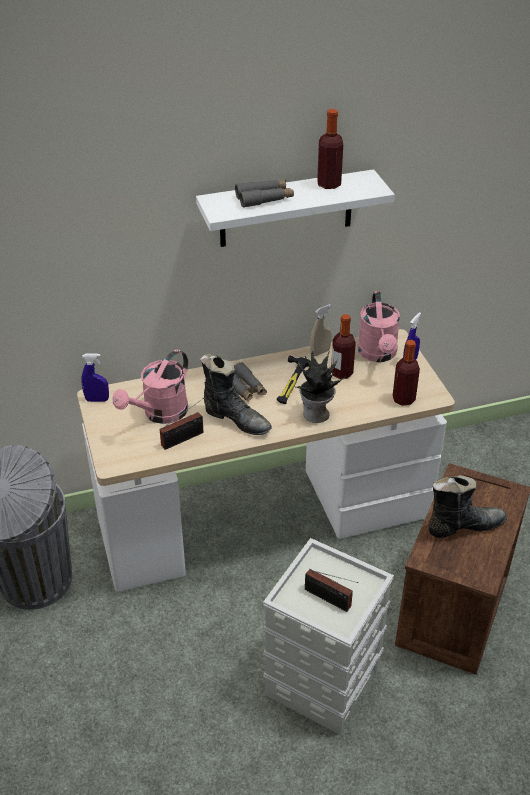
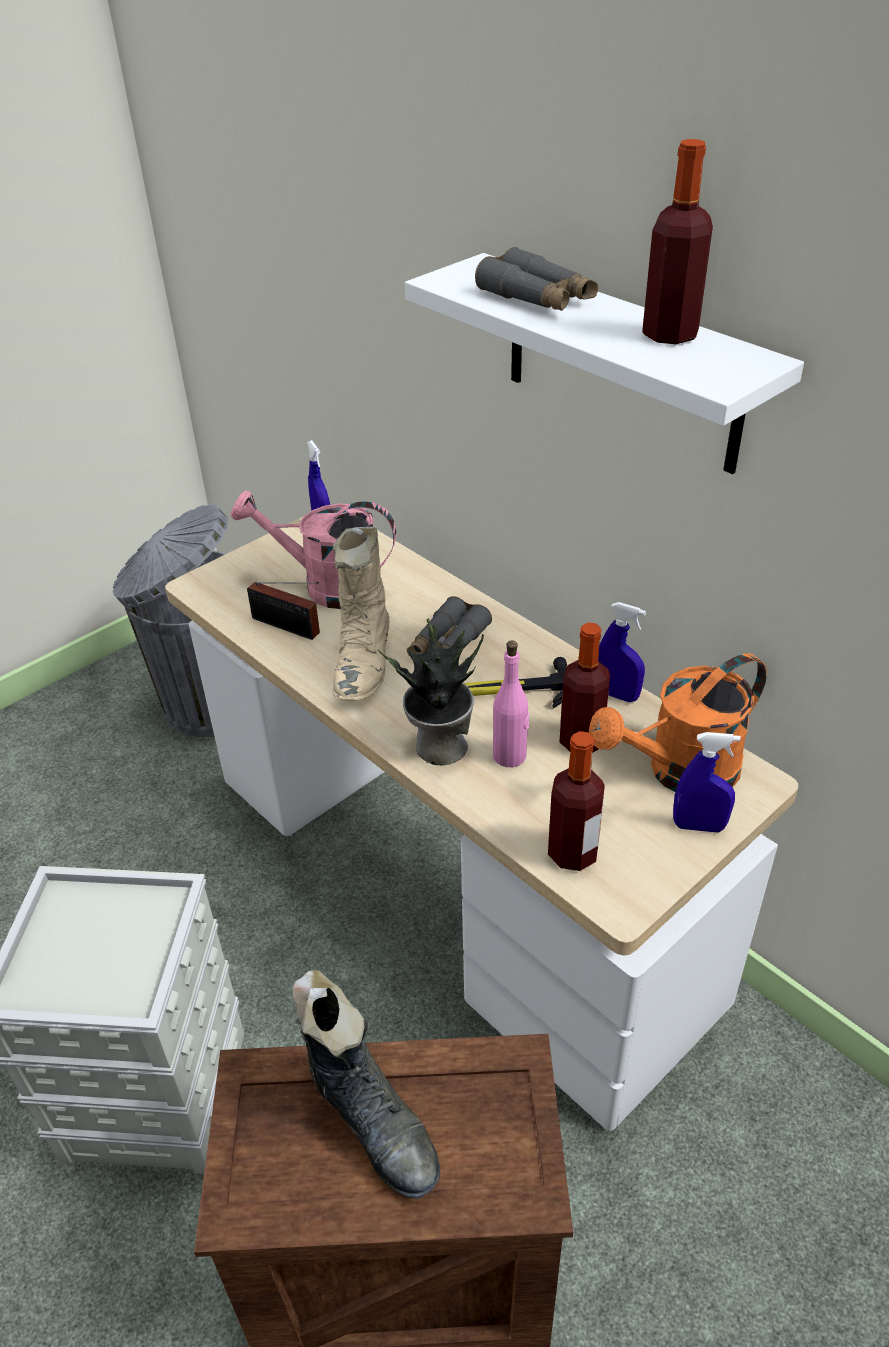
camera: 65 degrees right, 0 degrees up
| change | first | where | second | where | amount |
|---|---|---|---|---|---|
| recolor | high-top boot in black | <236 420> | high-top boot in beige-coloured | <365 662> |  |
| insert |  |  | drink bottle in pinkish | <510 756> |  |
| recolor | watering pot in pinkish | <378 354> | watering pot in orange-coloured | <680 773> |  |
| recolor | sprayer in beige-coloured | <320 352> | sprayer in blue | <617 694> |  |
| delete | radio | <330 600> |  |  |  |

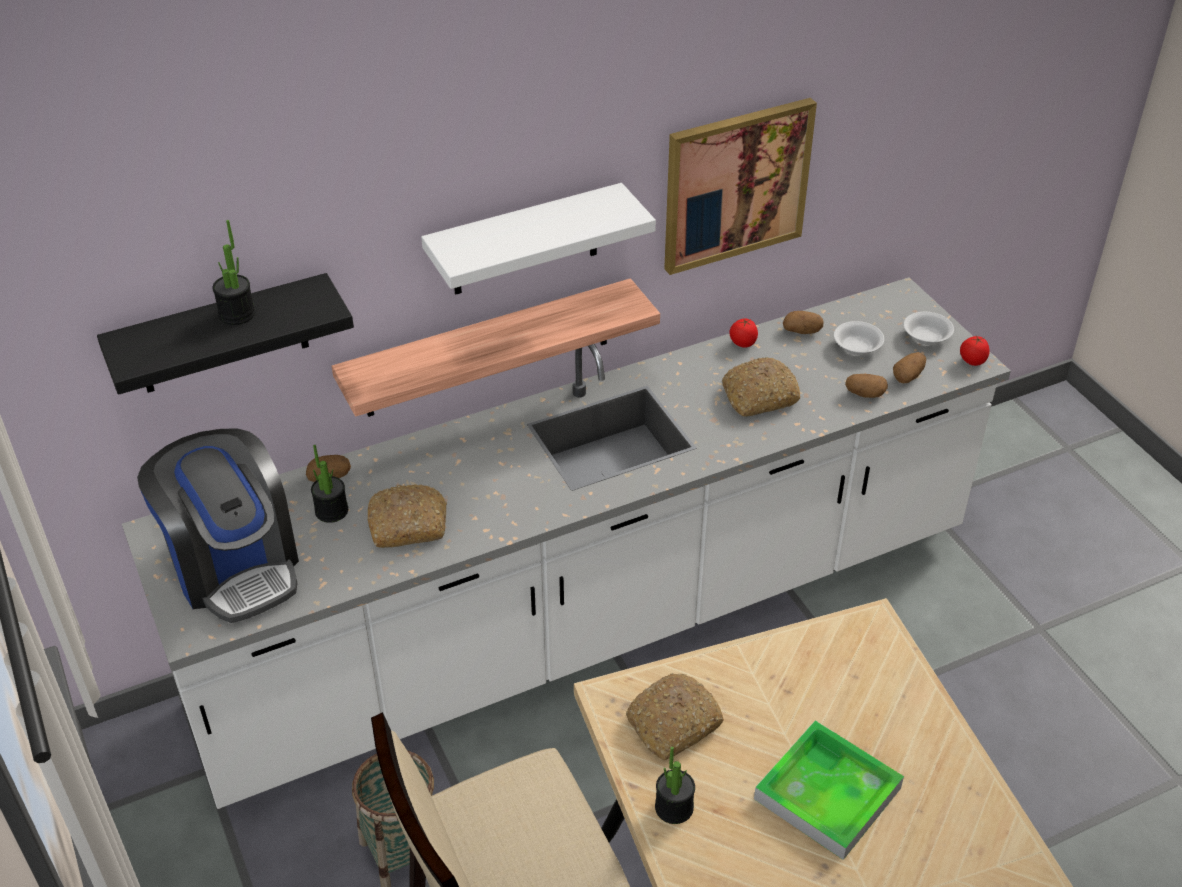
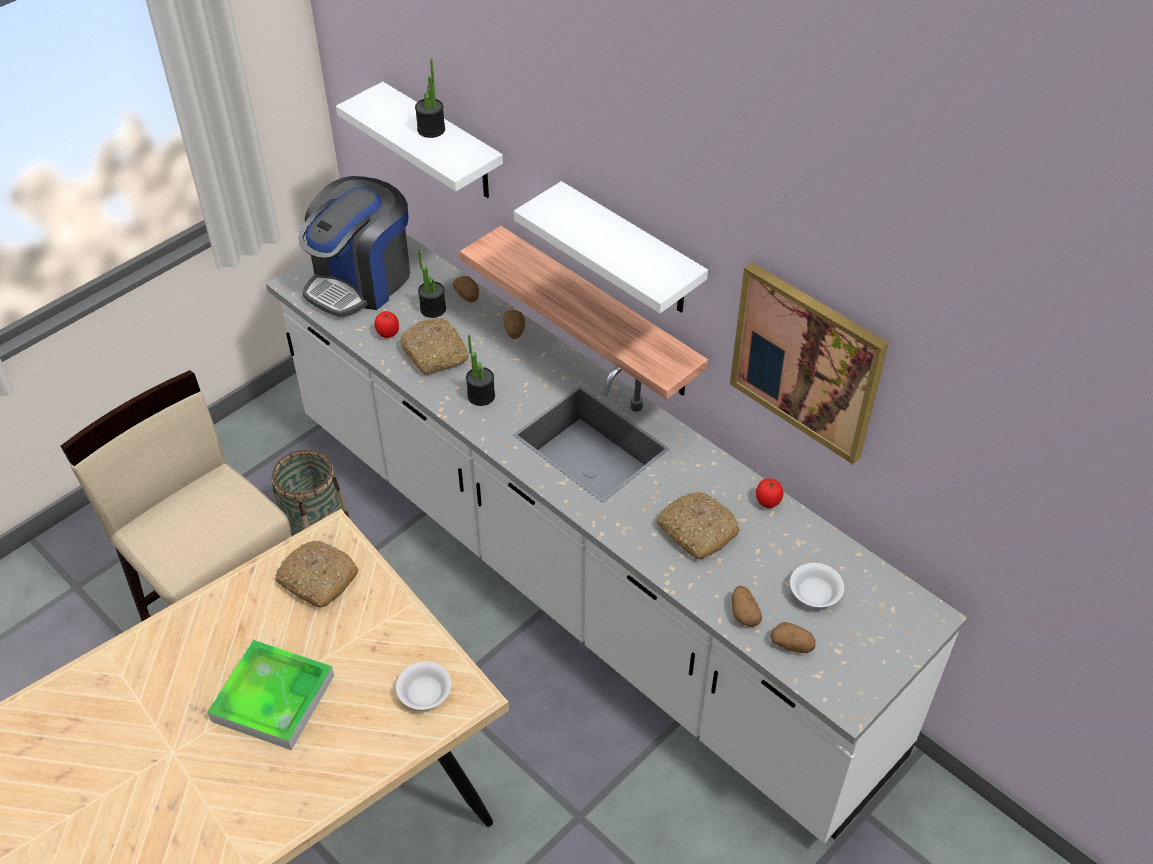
camera: 70 degrees right, 5 degrees up
| change | first | where | second | where | amount |
|---|---|---|---|---|---|
| recolor | wall shelf in black | <222 335> | wall shelf in white-coloured | <443 143> |  |
| move | fresh tomato | <972 361> |  | <388 333> |  |
| move | bowl in white-coloured | <925 337> |  | <424 692> |  |
| move | potted plant | <674 807> |  | <481 396> |  |
| move | spud | <802 331> |  | <514 331> |  |

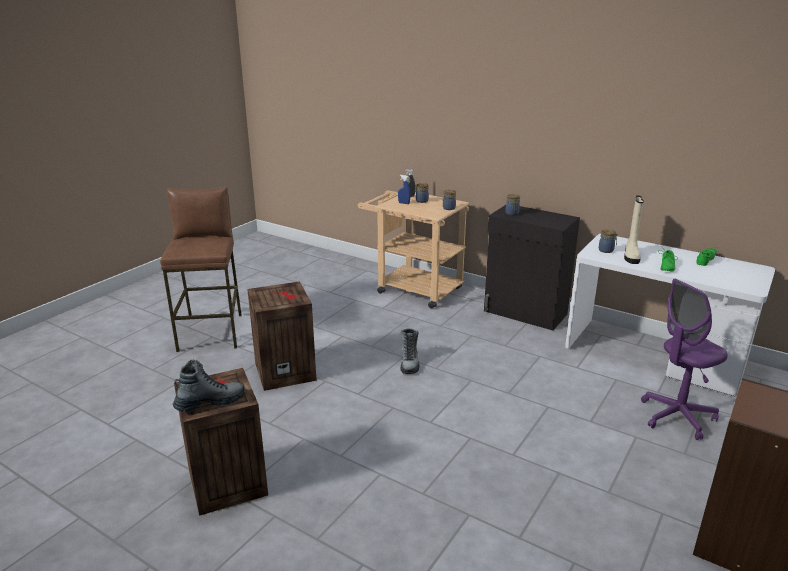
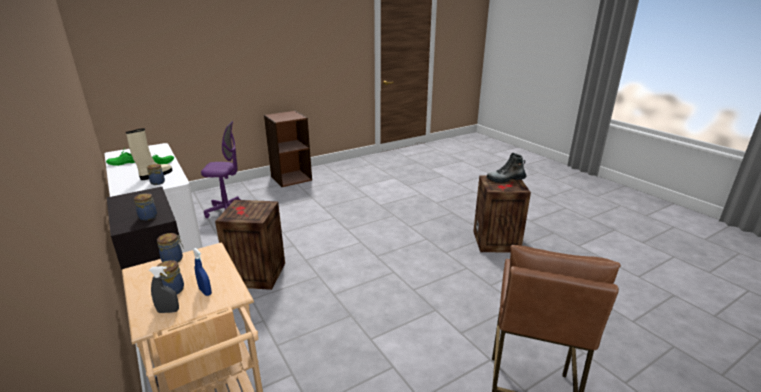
camera: 155 degrees left, 0 degrees up
| change | first | where | second | where | amount |
|---|---|---|---|---|---|
| move | packing crate | <286 371> |  | <256 275> |  |
| delete | high-top boot | <409 363> |  |  |  |

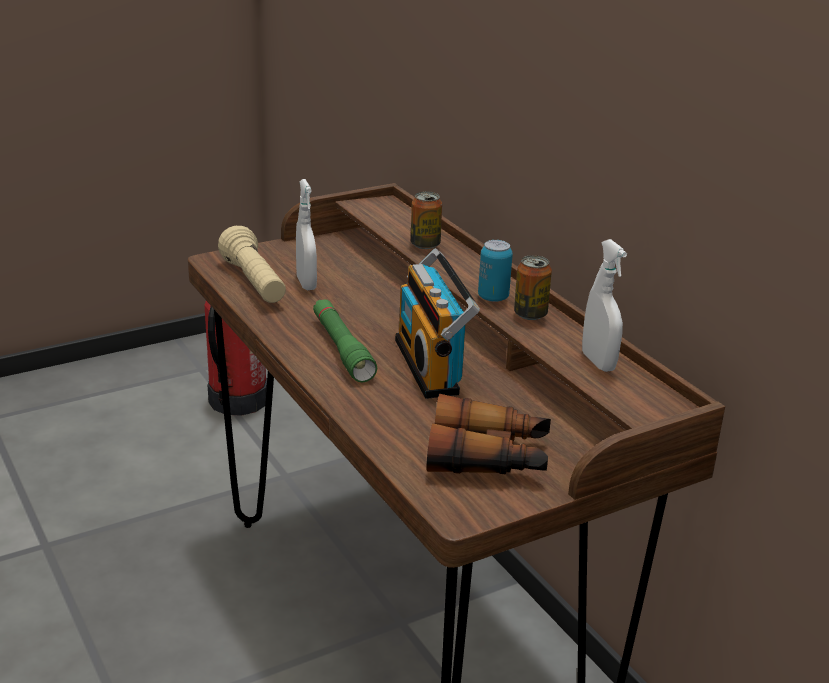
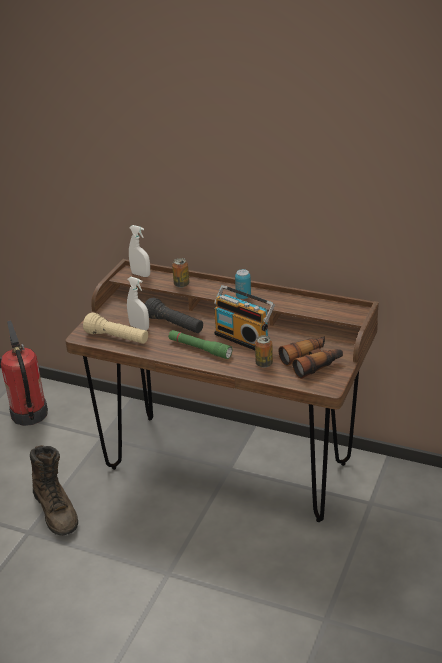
camera: 35 degrees left, 5 degrees up
| change | first | where | second | where | amount |
|---|---|---|---|---|---|
| insert |  |  | high-top boot in brown-coloured | <56 511> |  |
| move | sprayer in white-coloured | <598 362> |  | <141 274> |  |
| insert |  |  | flashlight in black | <174 325> |  |
| move | can | <530 314> |  | <264 363> |  |

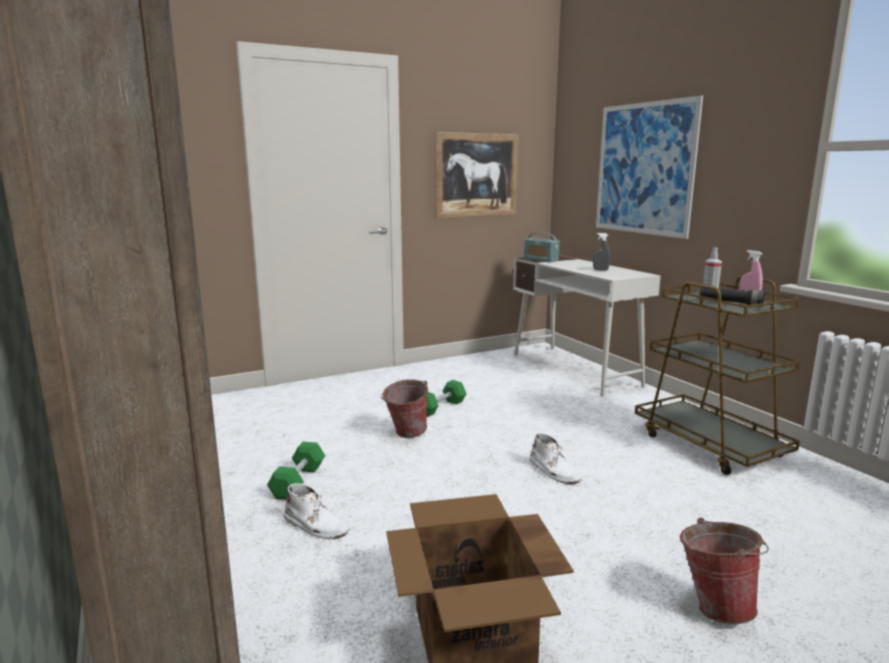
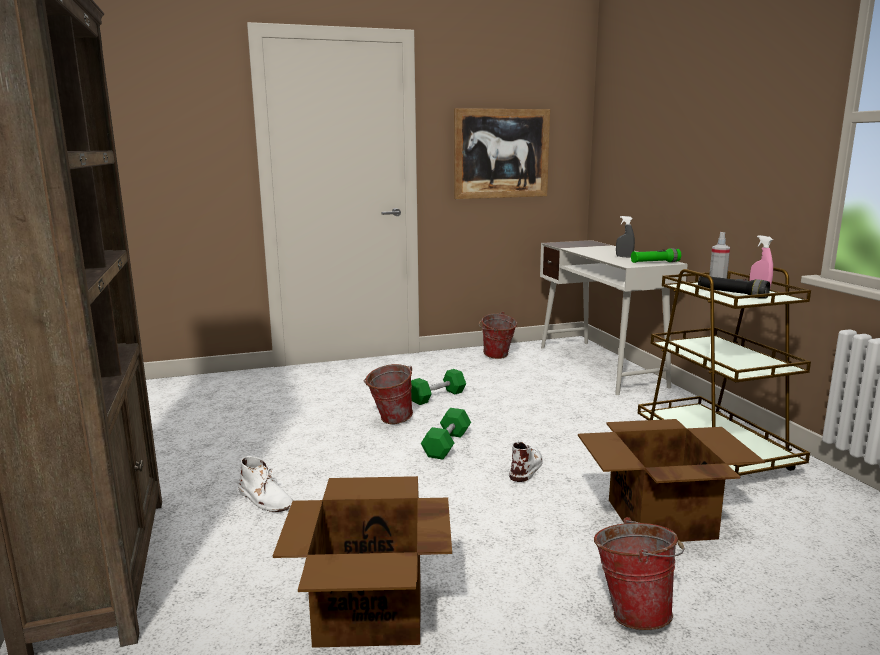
camera: 10 degrees right, 0 degrees up
| change | first | where | second | where | amount |
|---|---|---|---|---|---|
| move | hand weight in green | <298 482> |  | <446 444> |  |
| insert |  |  | water bucket | <497 357> |  |
| rotate | high-top boot in white-coloured | <554 471> |  | <526 467> | 135 degrees counterclockwise |
| insert |  |  | carton | <658 518> |  |
| insert |  |  | flashlight in green | <655 262> |  |
| delete | radio | <541 260> |  |  |  |
| delete | picture | <644 169> |  |  |  |

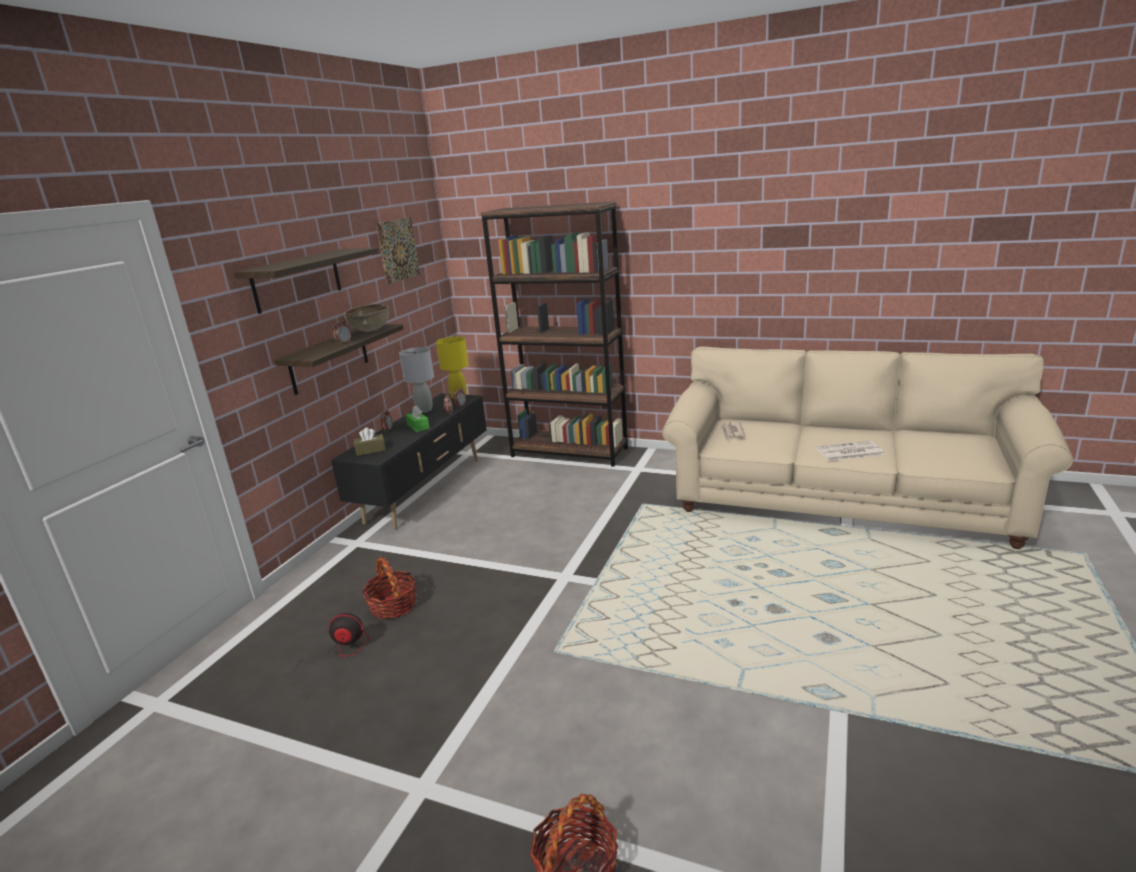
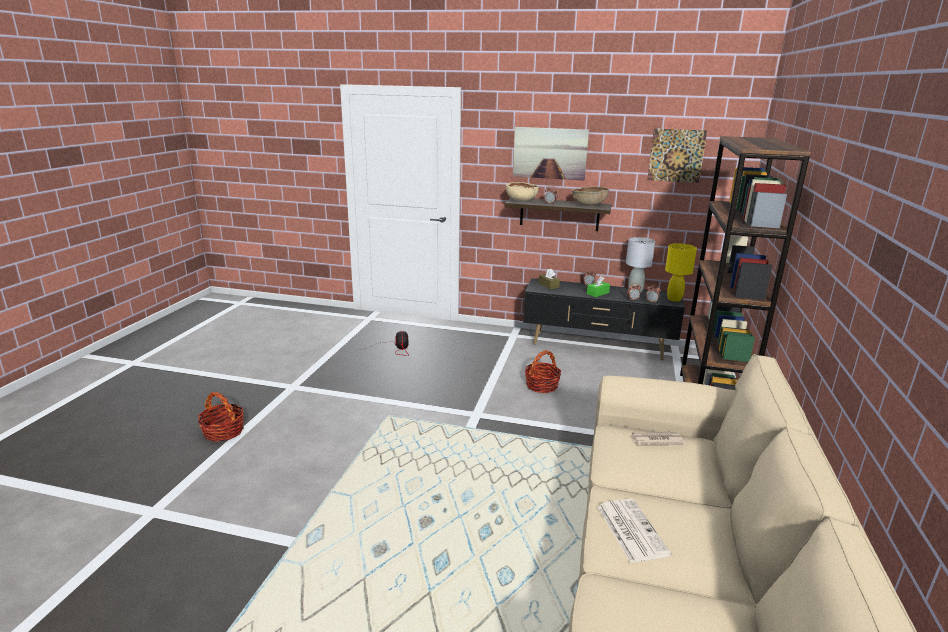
camera: 80 degrees right, 0 degrees up
| change | first | where | second | where | amount |
|---|---|---|---|---|---|
| insert |  |  | bowl in beige-coloured | <521 201> |  |
| replace | wall shelf | <297 280> | picture | <550 153> |  |
| move | basket | <393 606> |  | <541 386> |  |

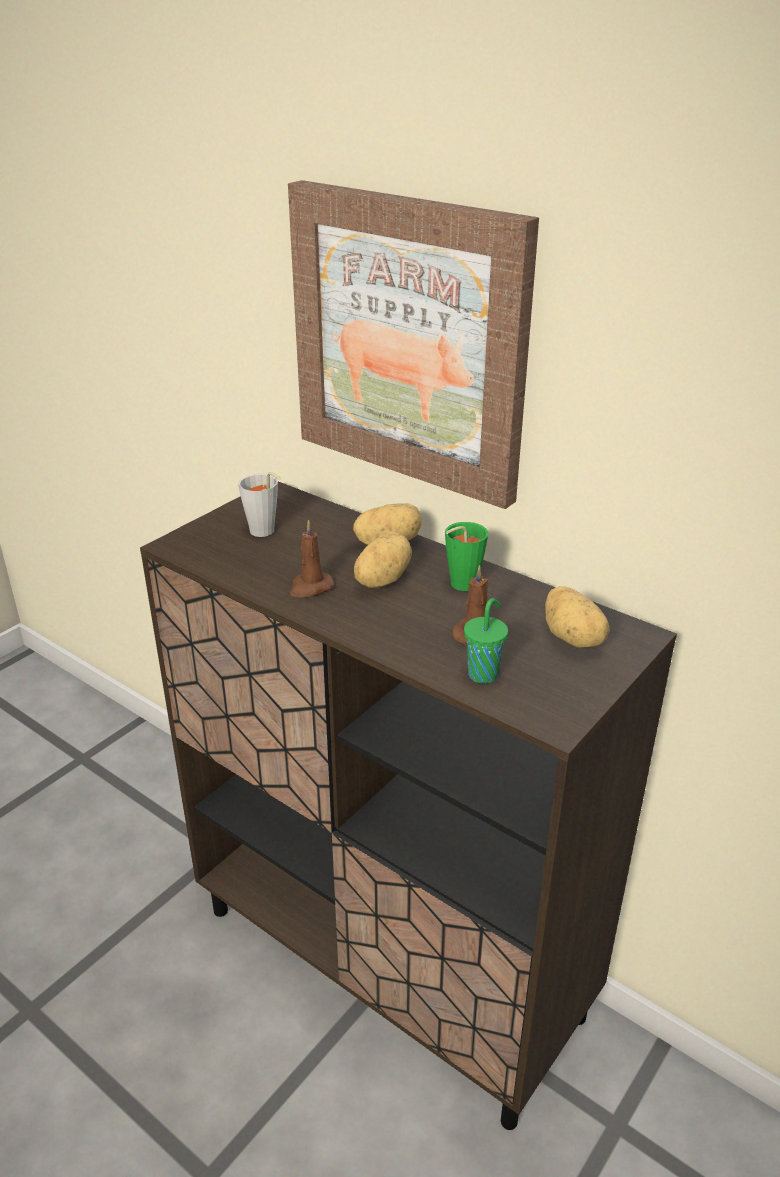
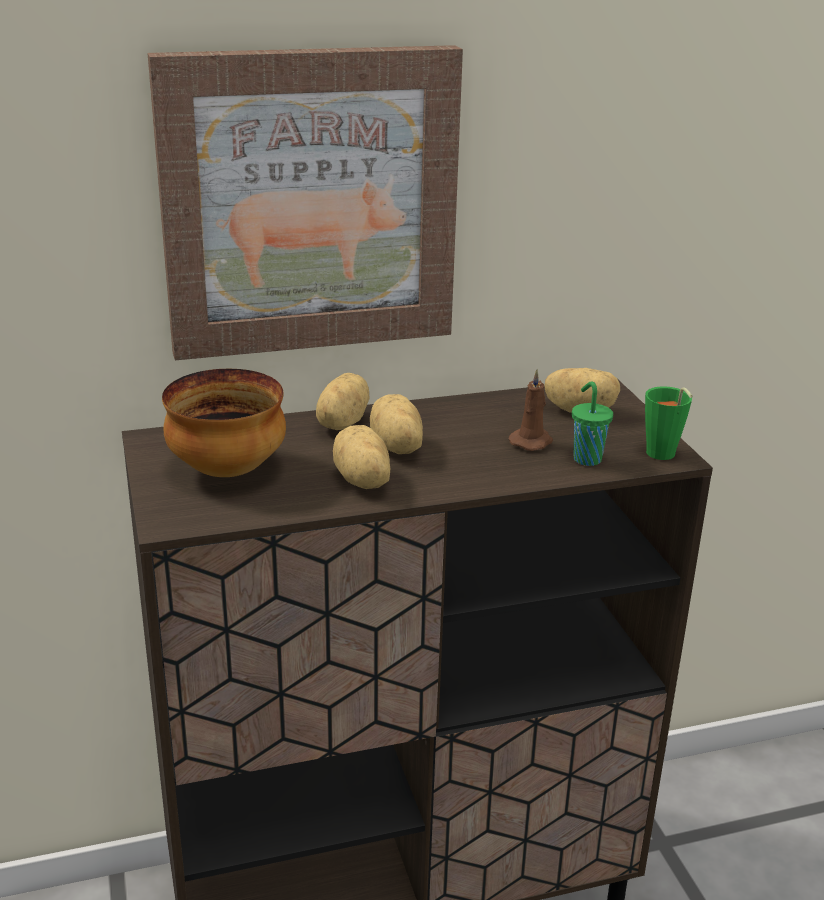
camera: 55 degrees left, 5 degrees down
| change | first | where | second | where | amount |
|---|---|---|---|---|---|
| replace | drinking cup in greyish | <265 533> | bowl | <226 469> |  |
| replace | candle in brown-coloured | <310 587> | spud | <361 481> |  |
| move | drinking cup in green | <459 586> |  | <662 456> |  |

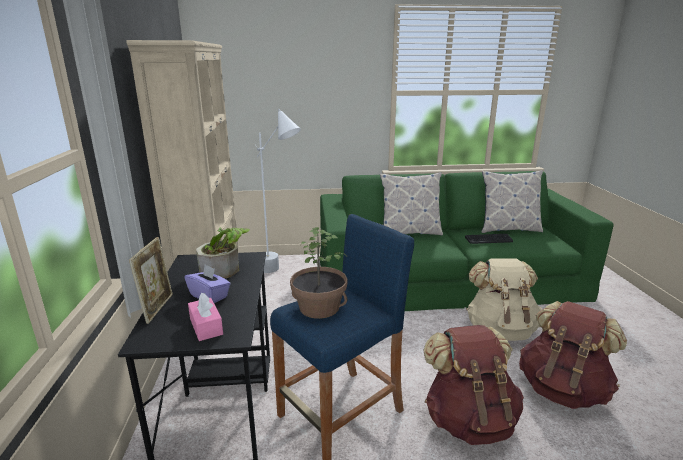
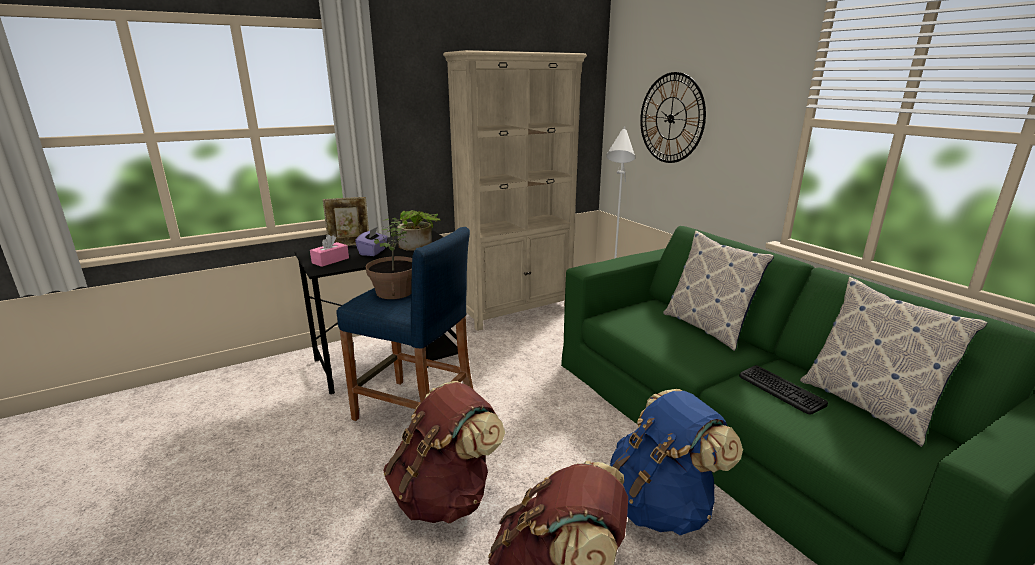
camera: 65 degrees right, 0 degrees up
| change | first | where | second | where | amount |
|---|---|---|---|---|---|
| recolor | rucksack in beige-coloured | <500 329> | rucksack in blue | <661 505> |  |
| insert |  |  | hanging clock | <671 118> |  |

